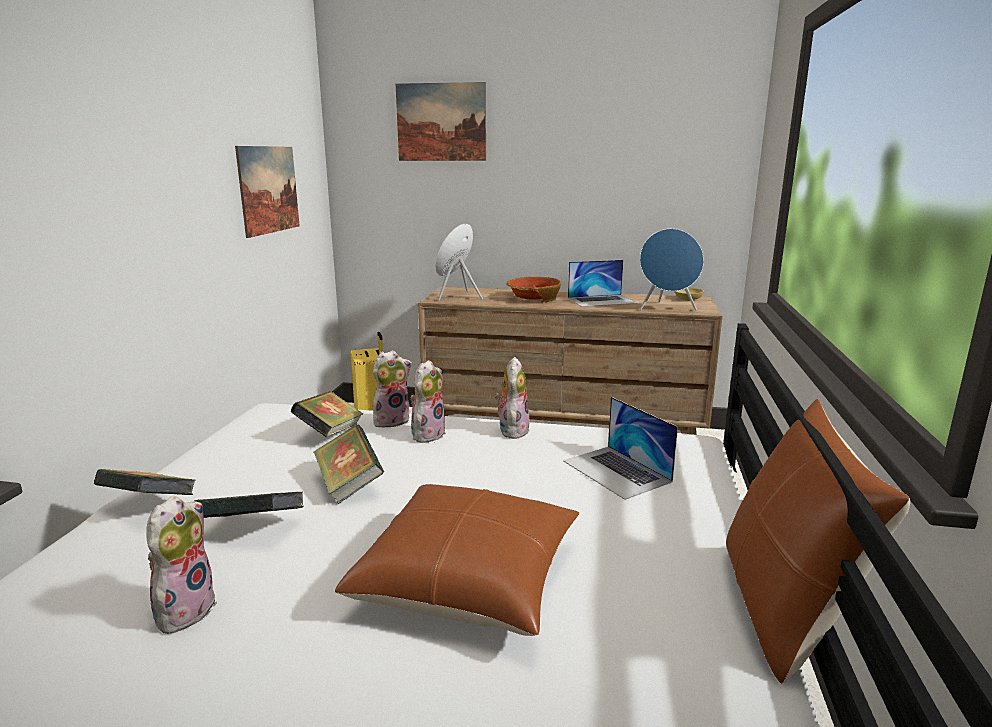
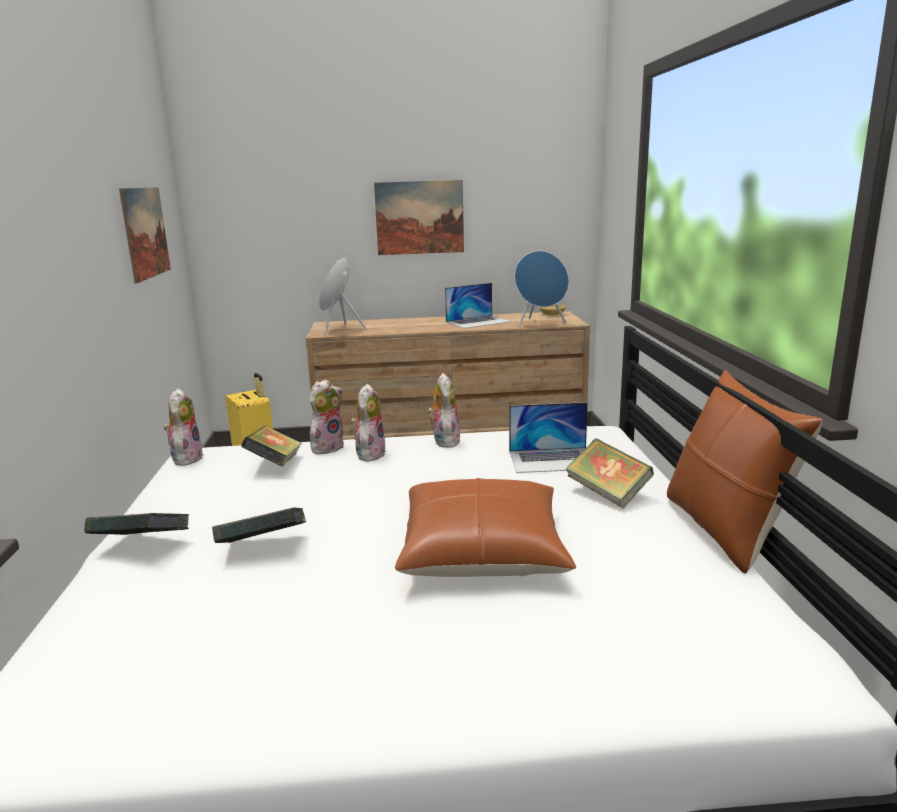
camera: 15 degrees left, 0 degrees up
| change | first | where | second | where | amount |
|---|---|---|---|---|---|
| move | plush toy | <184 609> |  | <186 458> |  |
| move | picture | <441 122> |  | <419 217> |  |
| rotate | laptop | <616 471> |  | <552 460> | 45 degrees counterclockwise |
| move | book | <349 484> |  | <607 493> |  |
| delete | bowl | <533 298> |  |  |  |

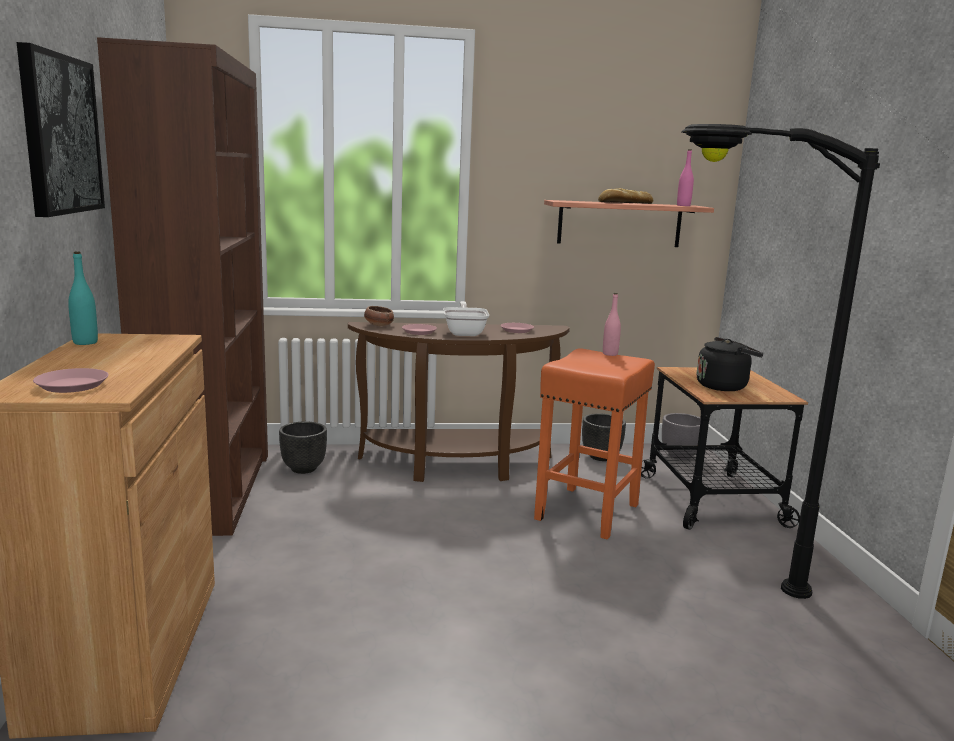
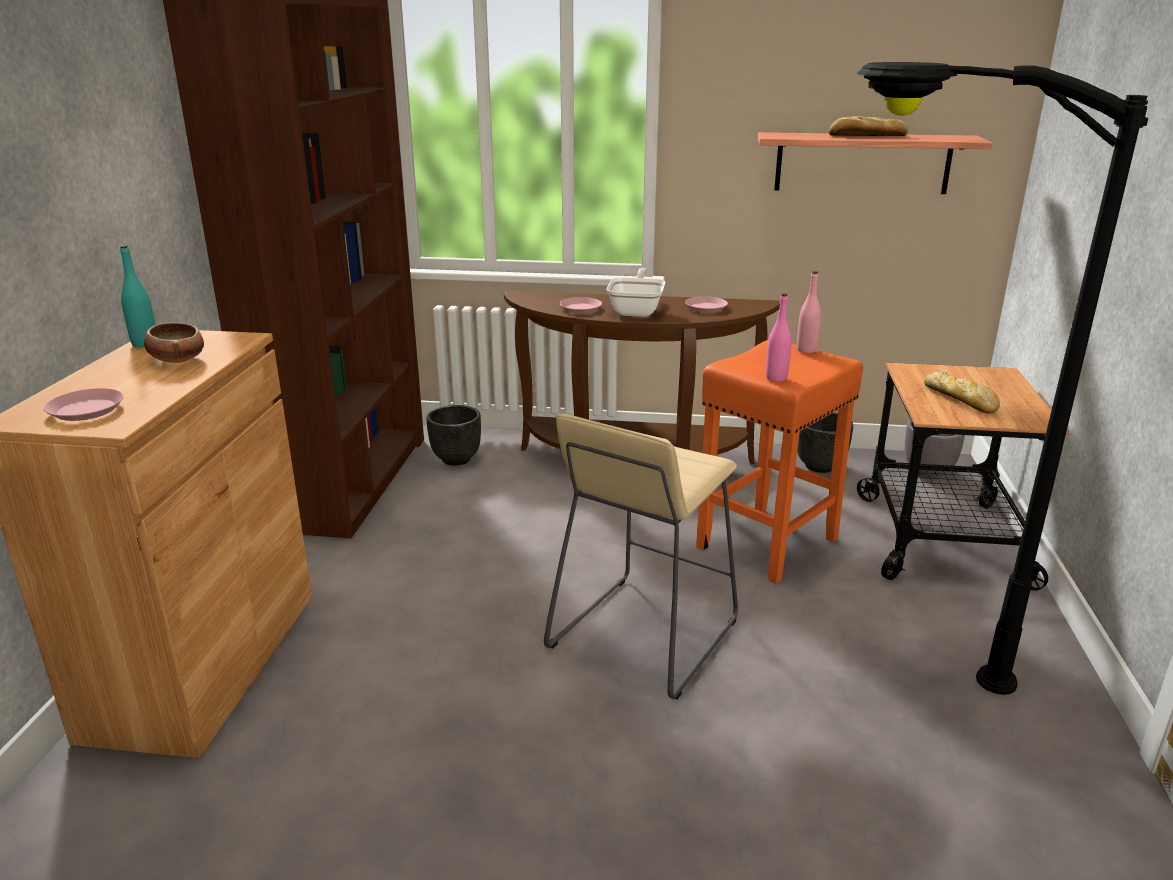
camera: 15 degrees right, 10 degrees up
| change | first | where | second | where | amount |
|---|---|---|---|---|---|
| move | bowl | <378 325> |  | <177 360> |  |
| insert |  |  | sitting stool in beige-coloured | <643 635> |  |
| move | drink bottle in pinkish | <683 205> |  | <776 378> |  |
| replace | kettle in black | <724 386> | baked bread | <961 399> |  |
| delete | picture | <60 134> |  |  |  |

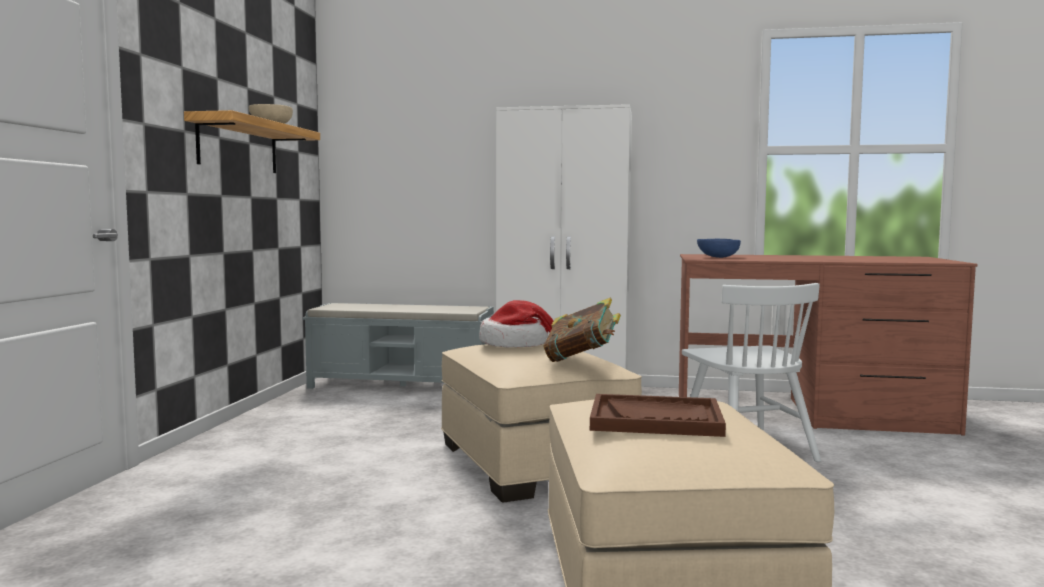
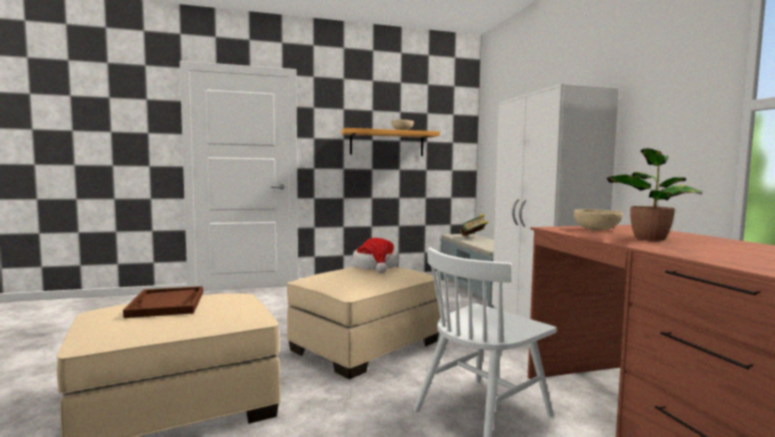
camera: 65 degrees right, 0 degrees up
| change | first | where | second | where | amount |
|---|---|---|---|---|---|
| move | book | <582 360> |  | <473 237> |  |
| recolor | bowl in blue | <717 257> | bowl in beige-coloured | <597 229> |  |
| insert |  |  | potted plant | <650 238> |  |

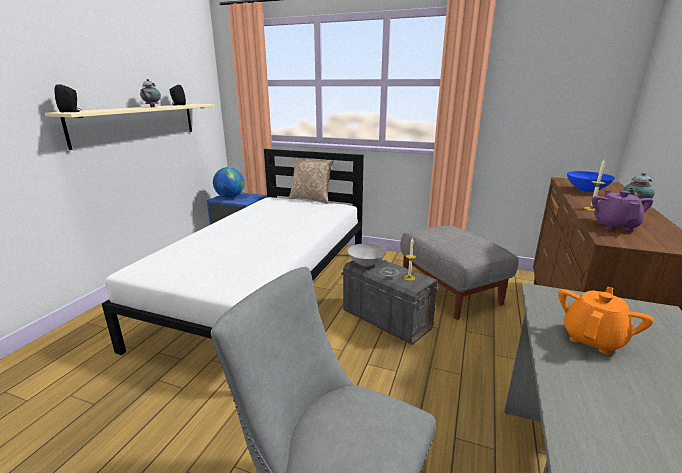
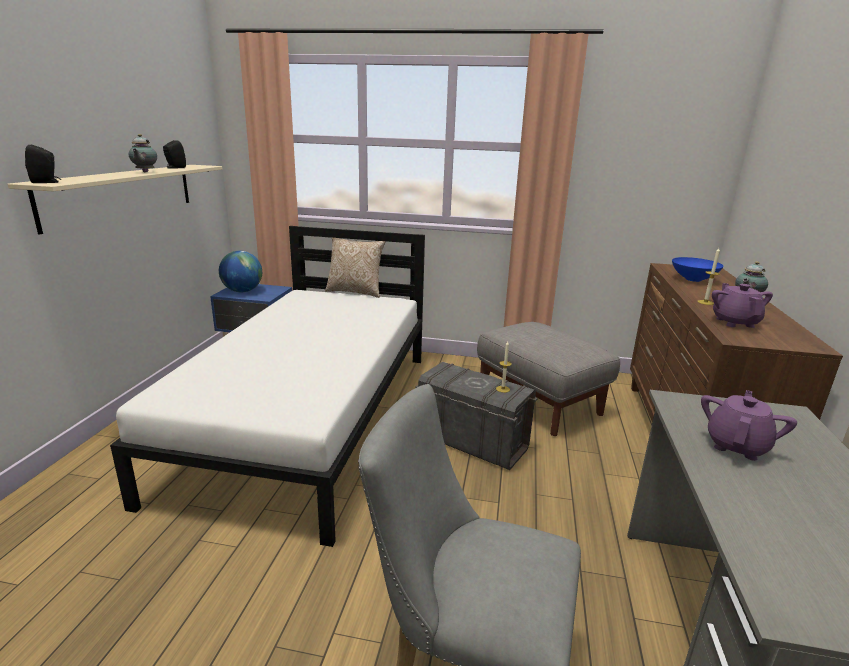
camera: 10 degrees left, 0 degrees up
| change | first | where | second | where | amount |
|---|---|---|---|---|---|
| recolor | teapot in orange-coloured | <593 339> | teapot in purple | <736 446> |  |
| delete | bowl in greyish | <366 264> |  |  |  |

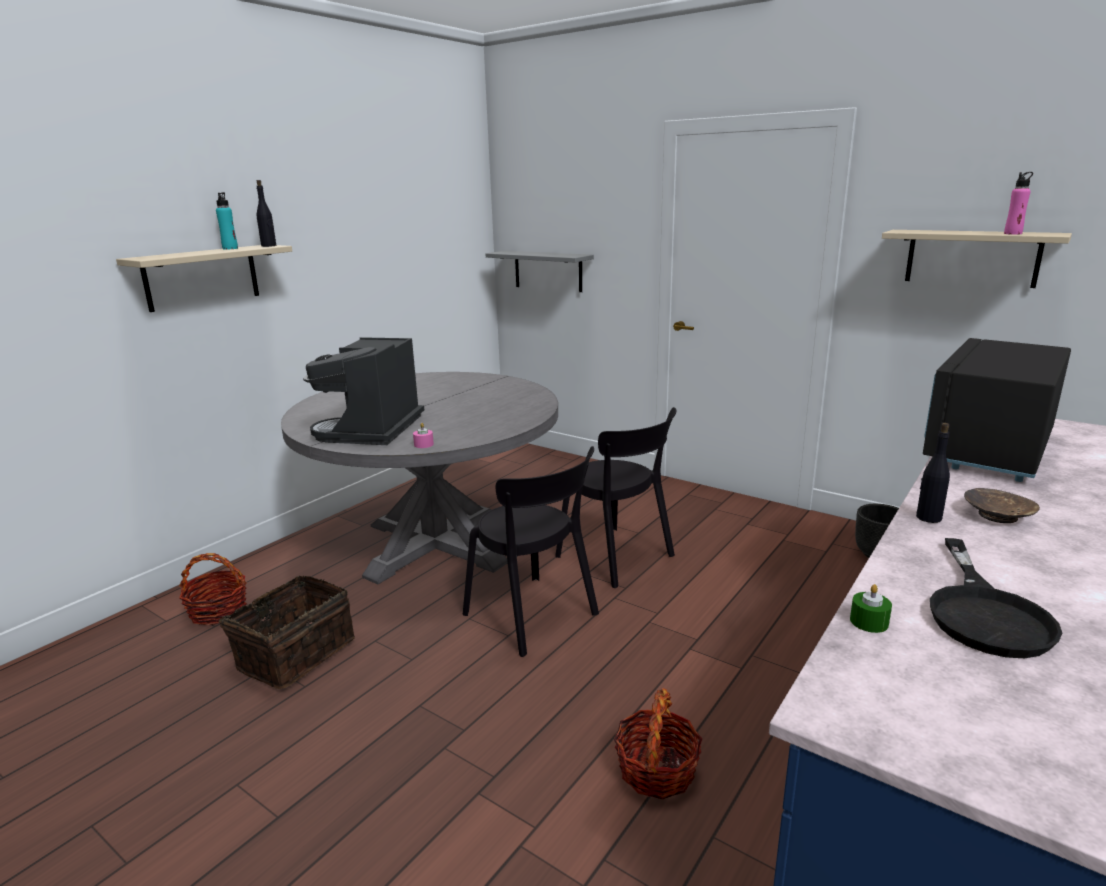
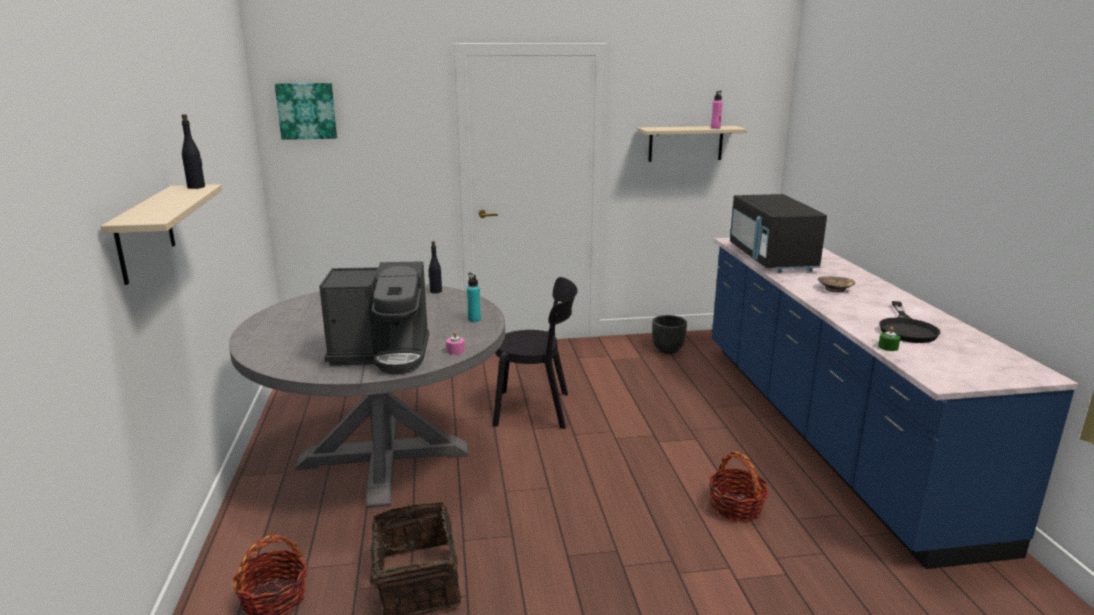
camera: 45 degrees left, 0 degrees up
| change | first | where | second | where | amount |
|---|---|---|---|---|---|
| insert |  |  | picture | <307 111> |  |
| rotate | coffee machine | <372 430> |  | <382 355> | 60 degrees counterclockwise |
| move | drink bottle in black | <928 518> |  | <435 291> |  |
| move | drink bottle in blue-green | <230 248> |  | <474 319> |  |
| rotate | frying pan in black | <985 613> |  | <906 329> | 45 degrees clockwise |
| delete | upright chair in black | <534 617> |  |  |  |
| delete | wall shelf in greyish | <548 271> |  |  |  |

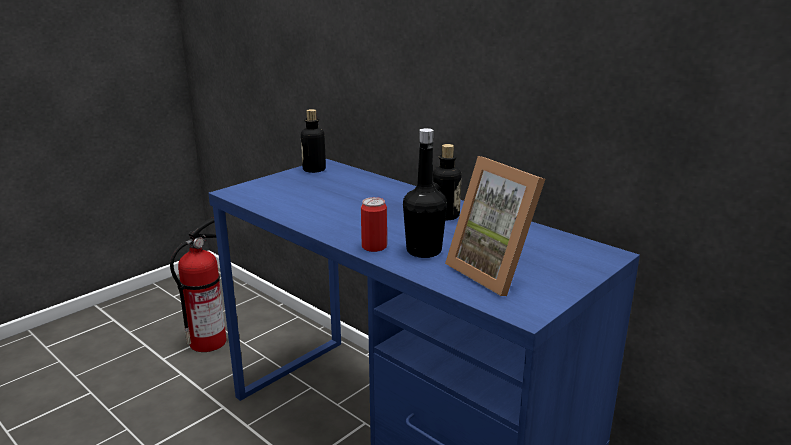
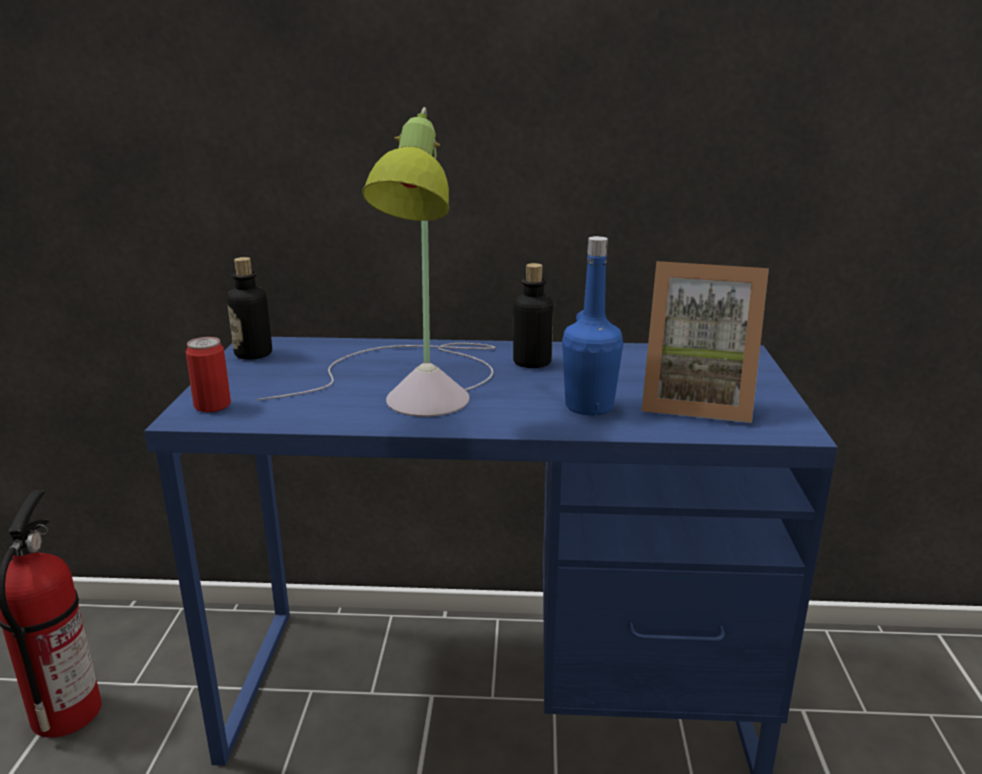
camera: 40 degrees left, 0 degrees up
| change | first | where | second | where | amount |
|---|---|---|---|---|---|
| move | can | <374 247> |  | <212 405> |  |
| insert |  |  | tabletop lamp | <417 386> |  |
| recolor | drink bottle in black | <424 251> | drink bottle in blue | <589 406> |  |

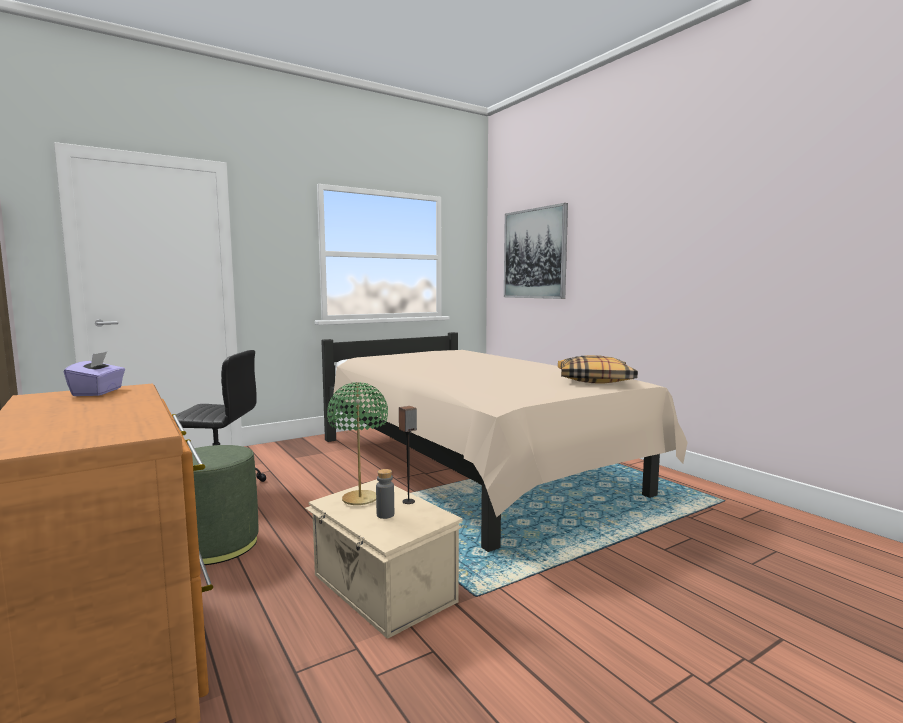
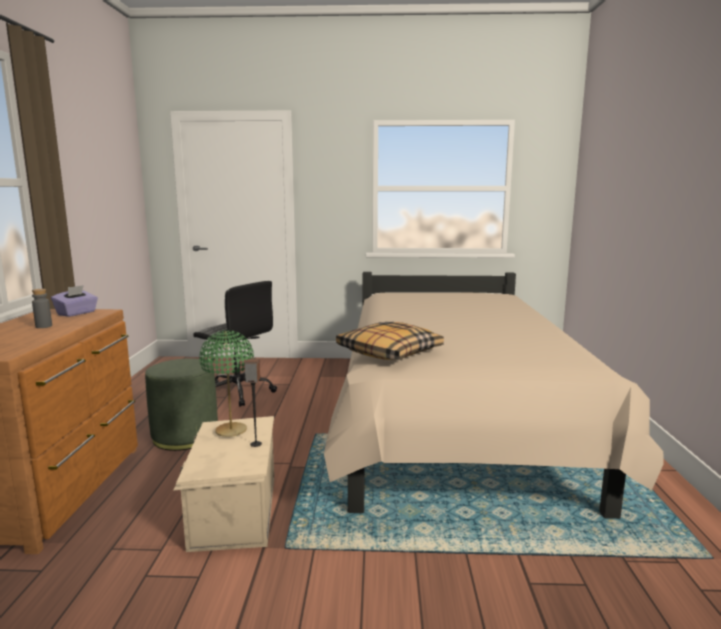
camera: 35 degrees right, 5 degrees up
| change | first | where | second | where | amount |
|---|---|---|---|---|---|
| move | drink bottle in greyish | <385 515> |  | <44 326> |  |
| move | pillow | <594 380> |  | <388 353> |  |
| delete | picture | <534 253> |  |  |  |

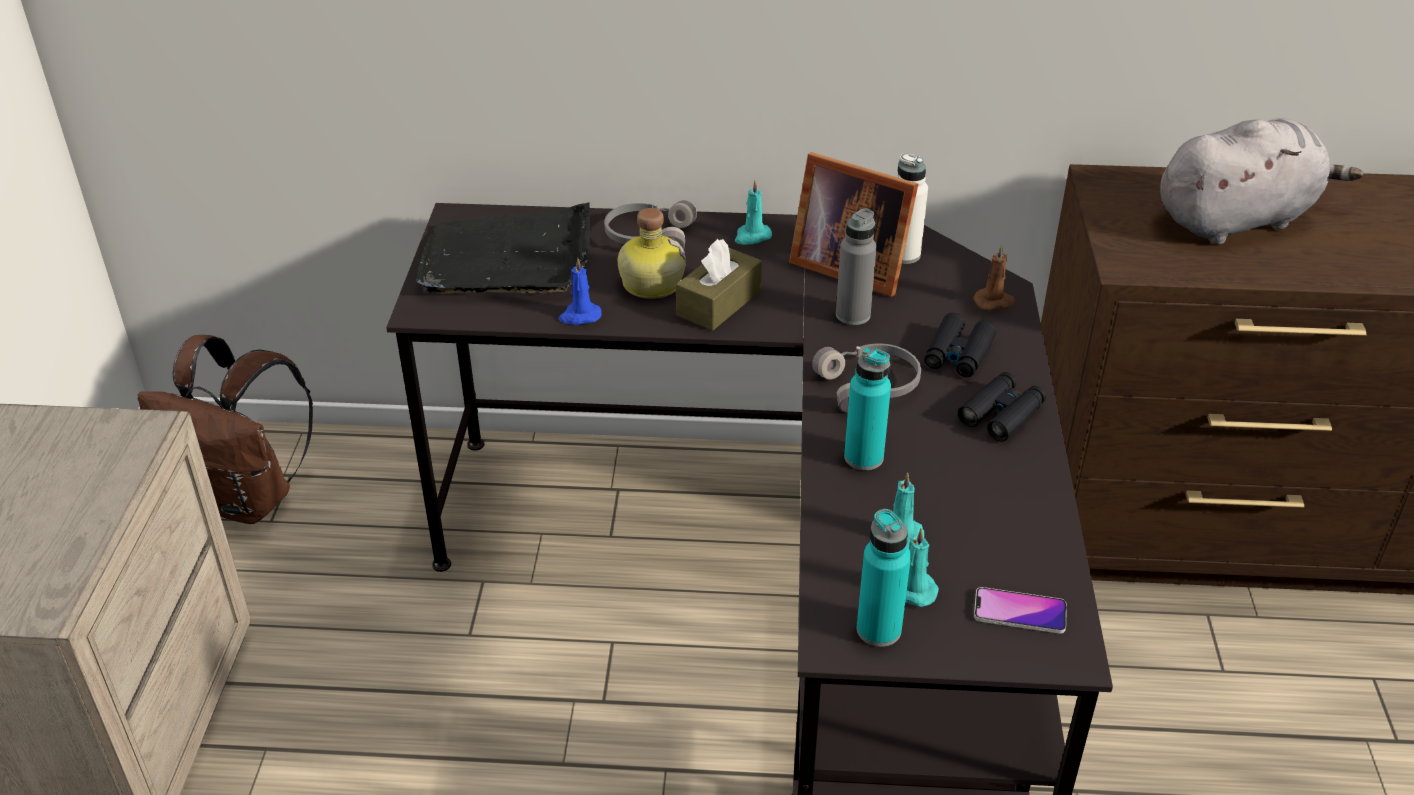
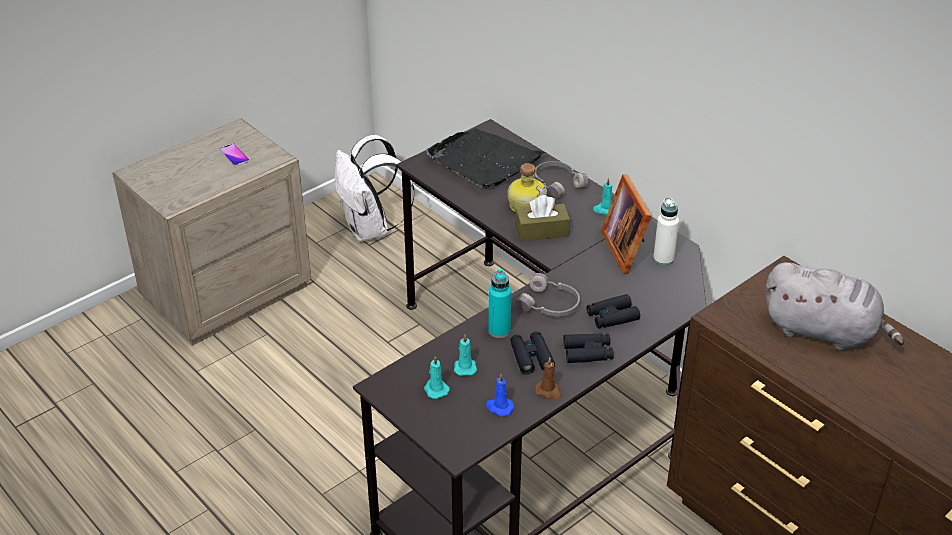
camera: 45 degrees right, 0 degrees up
| change | first | where | second | where | amount |
|---|---|---|---|---|---|
| move | phone | <1019 612> |  | <234 155> |  |
| recolor | rucksack in brown-coloured | <247 499> | rucksack in white-coloured | <370 229> |  |
| move | candle in blue | <580 316> |  | <499 407> |  |
| insert |  |  | field glasses in black | <531 357> |  |
| move | candle in brown-coloured | <994 302> |  | <549 392> |  |
| delete | drink bottle in greyish | <853 315> |  |  |  |
| delete | drink bottle in blue-green | <878 630> |  |  |  |

